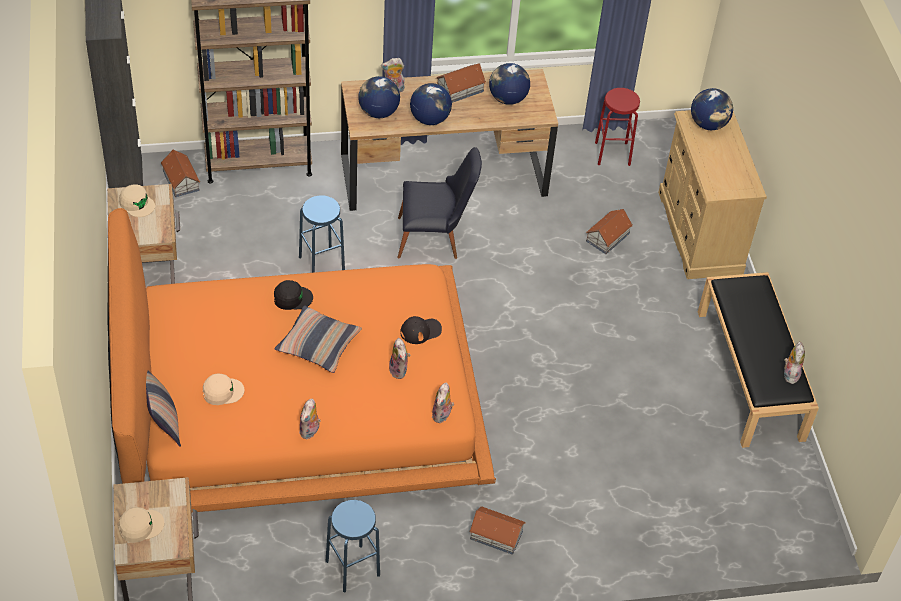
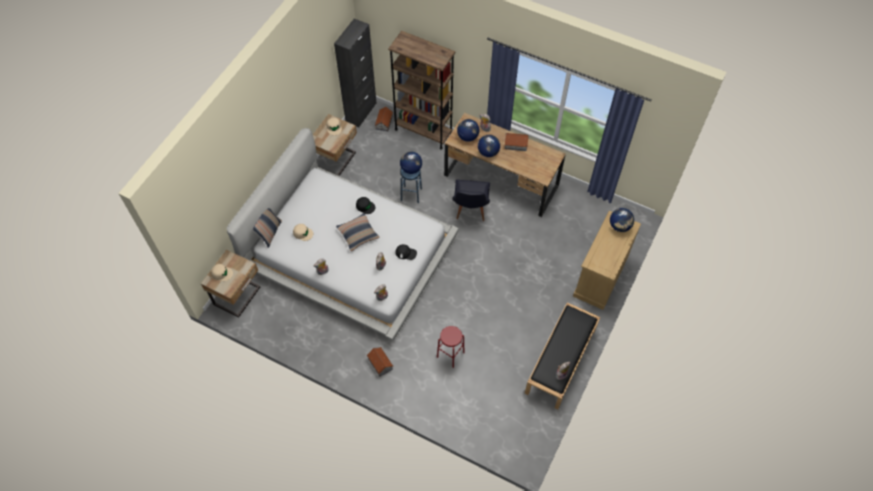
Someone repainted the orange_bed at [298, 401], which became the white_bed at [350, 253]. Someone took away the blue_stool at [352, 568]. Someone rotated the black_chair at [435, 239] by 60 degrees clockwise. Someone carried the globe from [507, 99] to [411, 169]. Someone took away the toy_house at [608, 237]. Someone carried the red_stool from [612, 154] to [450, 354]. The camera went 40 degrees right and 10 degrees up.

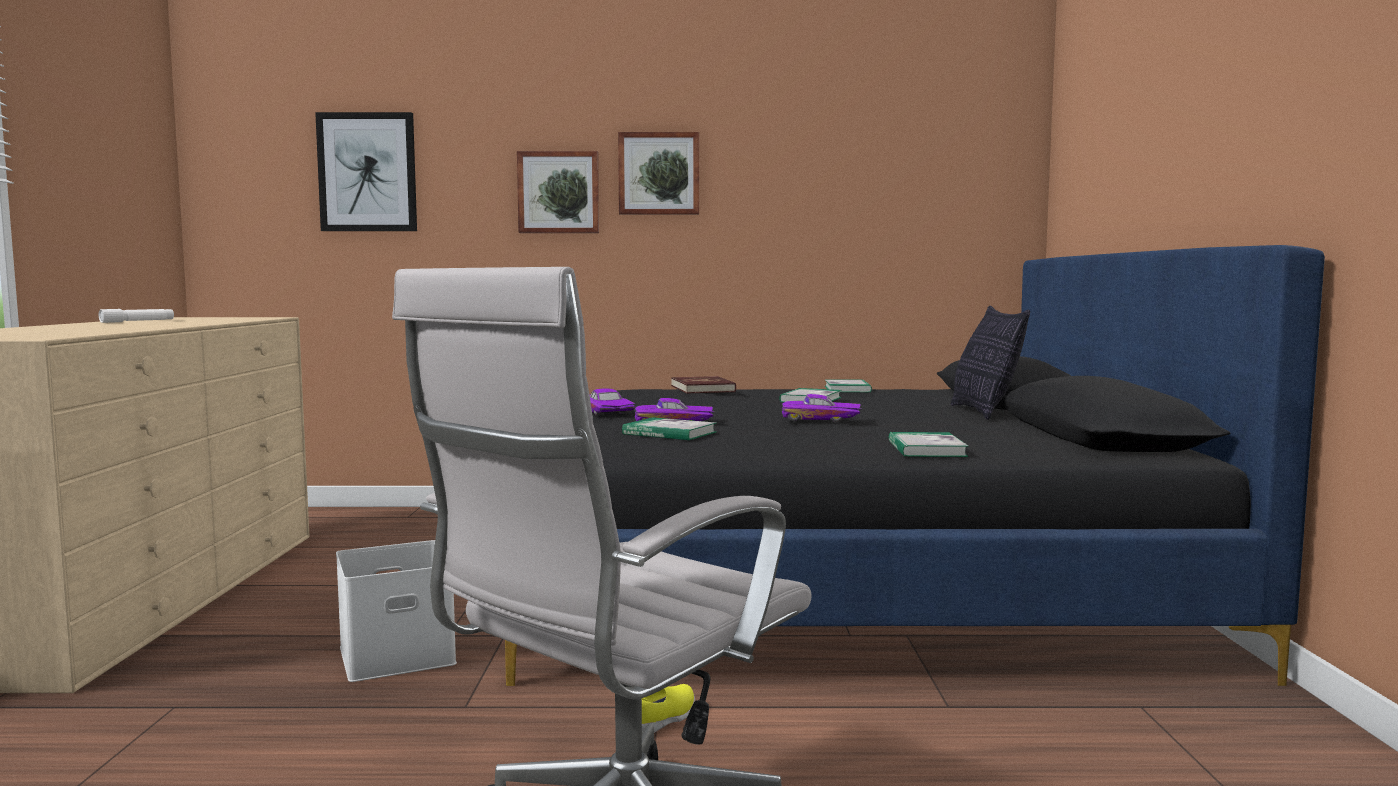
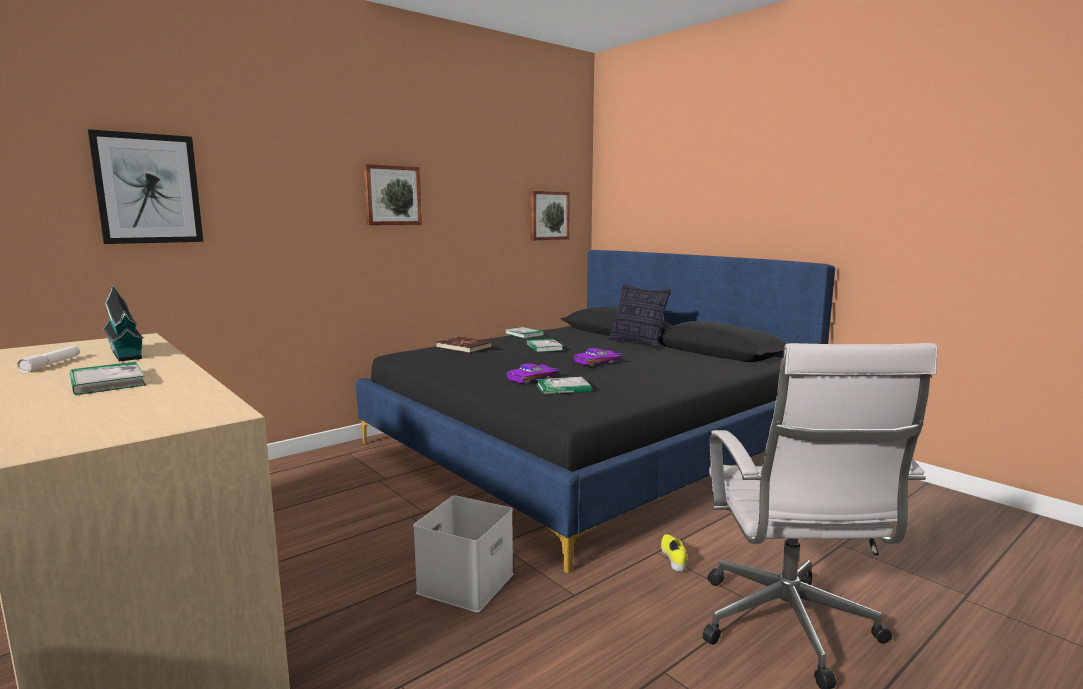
Someone carried the picture from [559, 192] to [548, 215]. Someone took away the purple_toy_car at [604, 412]. Someone carried the book from [926, 449] to [107, 382]. Someone put down the toy_house at [126, 354]. The camera went 40 degrees left and 5 degrees up.

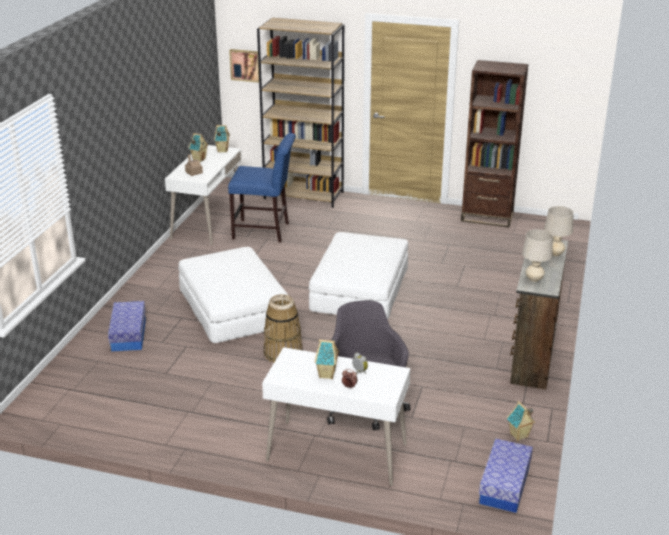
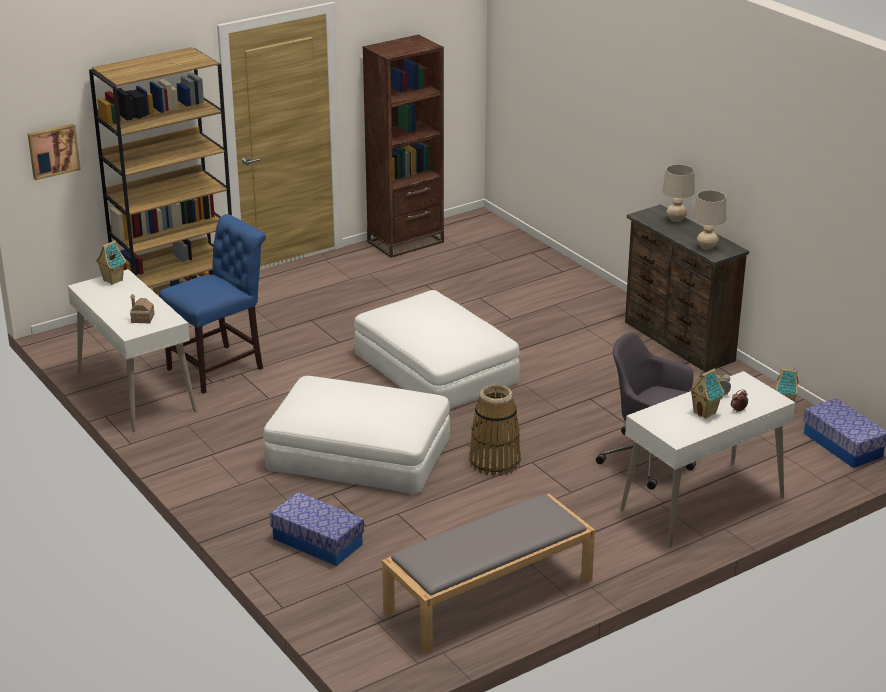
Someone took away the toy_house at [199, 159]. Someone put down the grey_bench at [488, 597]. The camera went 50 degrees left and 0 degrees up.

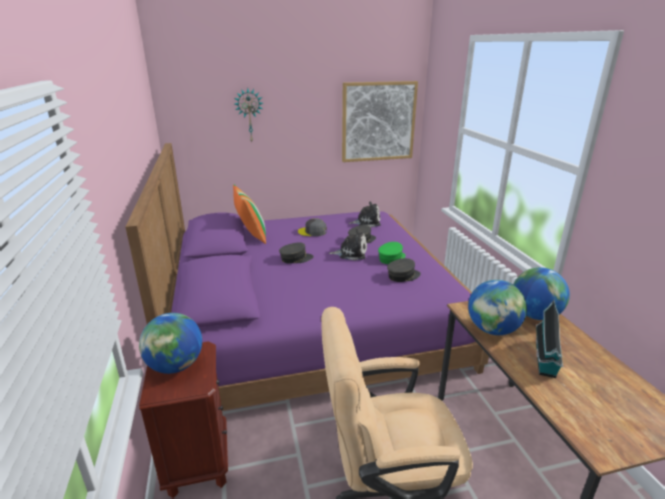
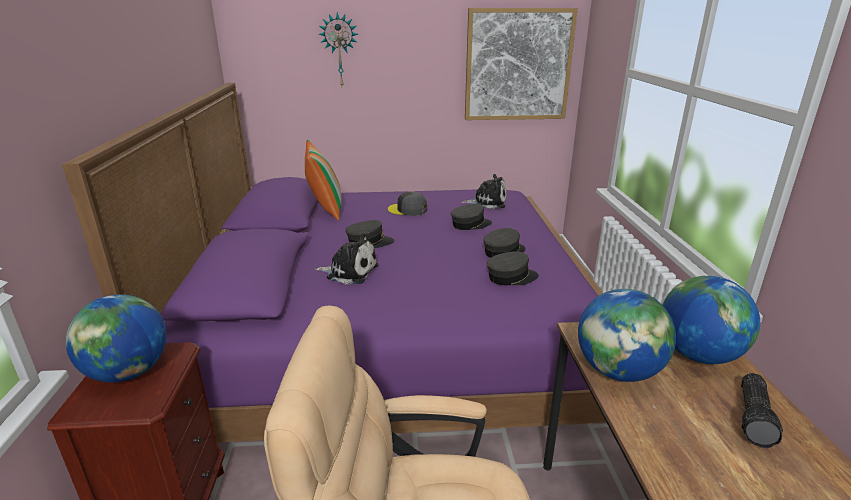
Someone carried the plush_toy from [351, 253] to [349, 272]. Someone repainted the green_cap at [391, 258], which became the grey_cap at [503, 252]. Someone took away the toy_house at [545, 359]. Someone put down the flashlight at [756, 418]. The camera went 10 degrees right and 0 degrees up.

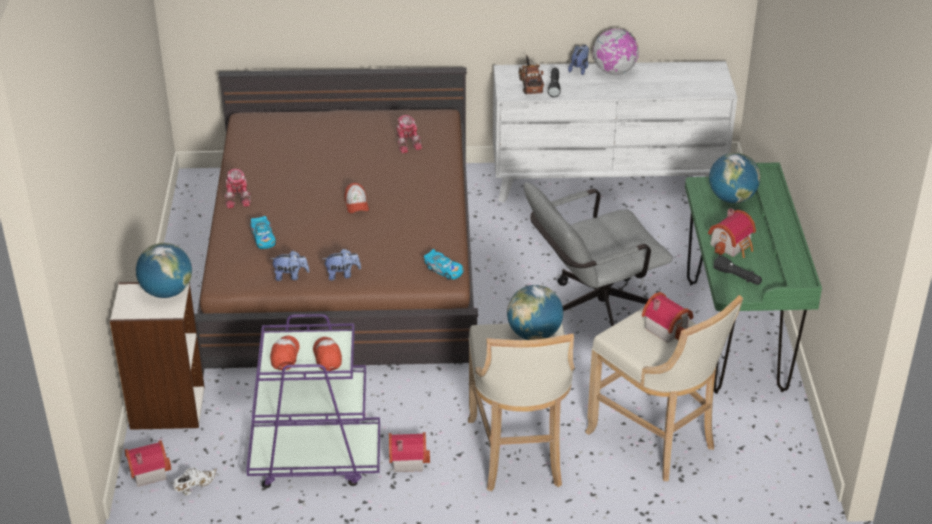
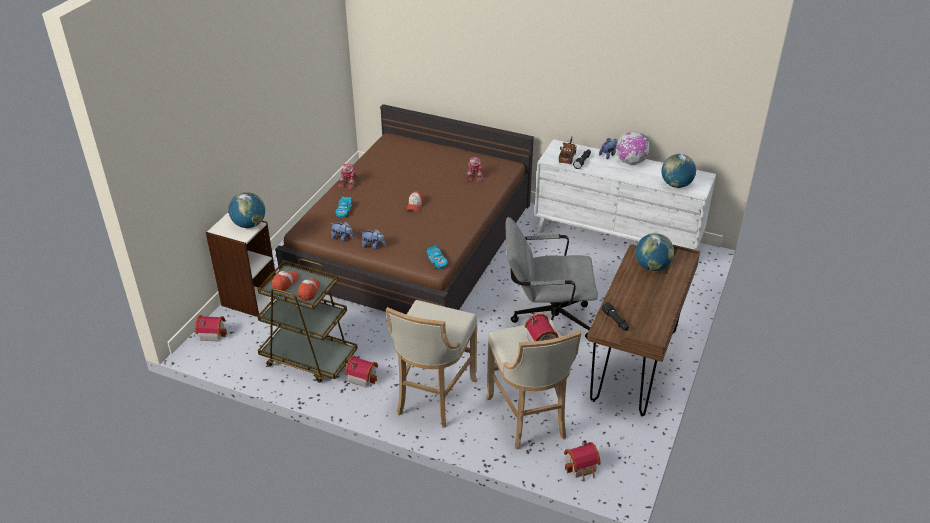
Someone took away the white_shoe at [194, 487]. Someone repainted the purple_cart at [315, 459], which became the brown_cart at [308, 358]. Someone carried the globe from [534, 334] to [676, 185]. Someone repainted the green_desk at [735, 335], which became the brown_desk at [635, 366]. Someone carried the toy_house from [732, 245] to [582, 467]. The camera went 25 degrees right and 0 degrees up.

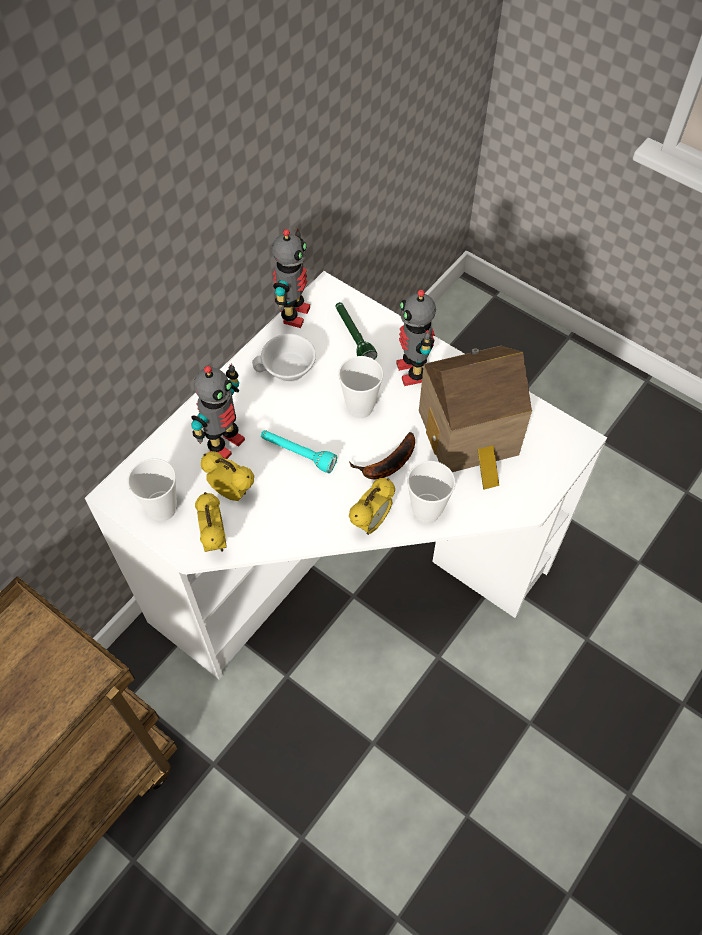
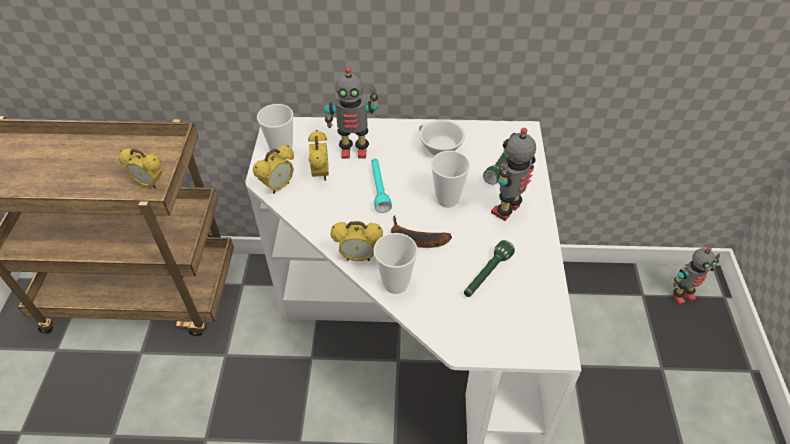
Someone carried the toy_robot from [294, 314] to [682, 295]. Someone swapped the toy_house at [470, 437] for the green_flashlight at [486, 275]. Someone put down the alarm_clock at [149, 183]. The camera went 55 degrees right and 10 degrees down.

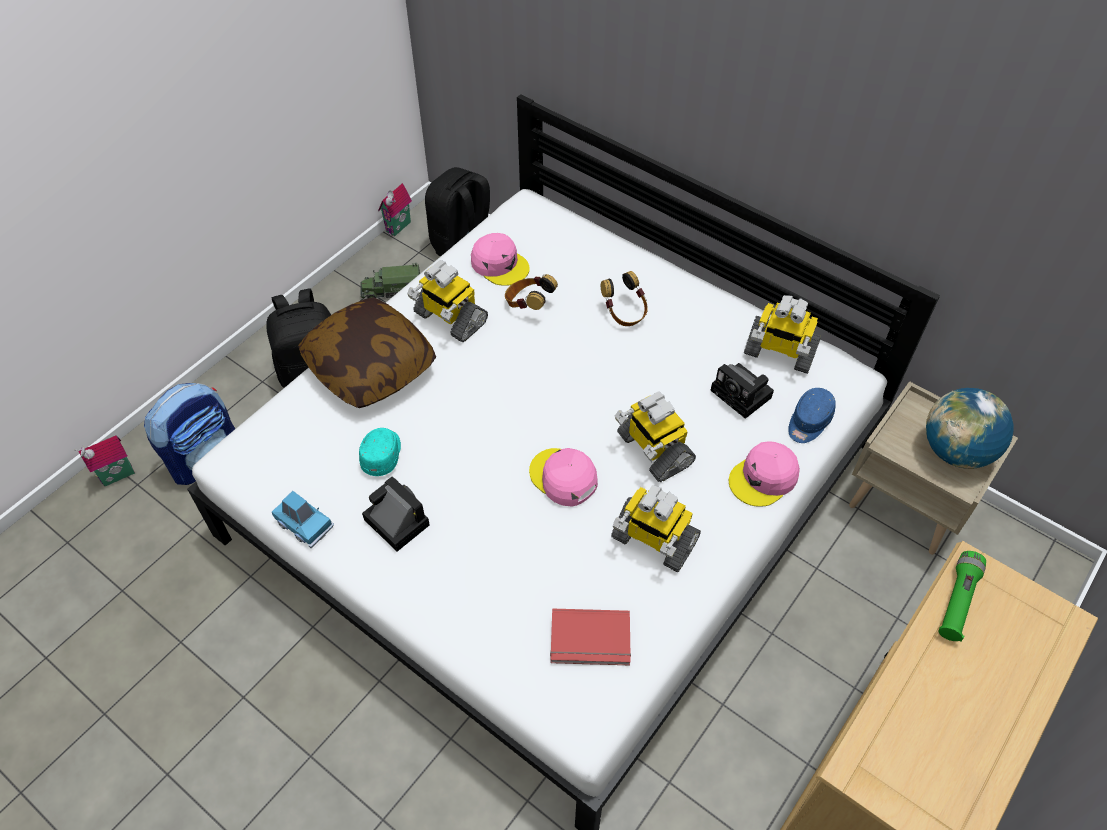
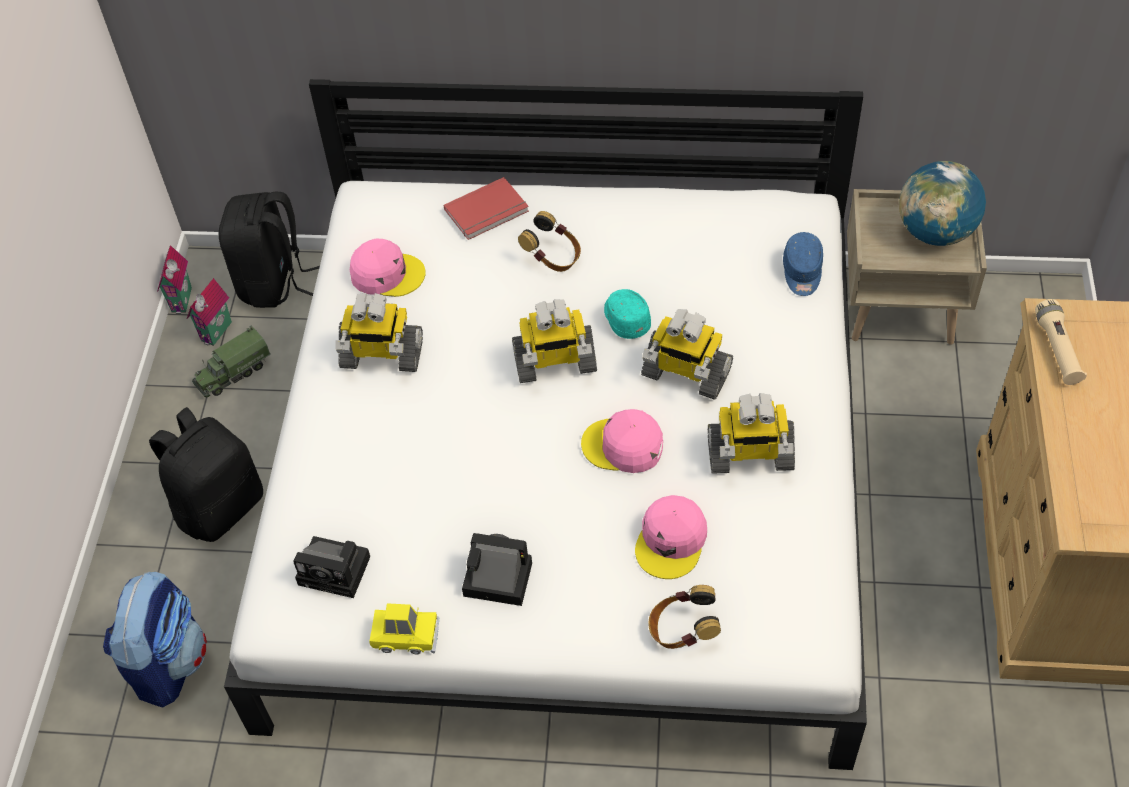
Someone carried the toy_house from [118, 477] to [218, 332]. Someone repainted the blue_toy_car at [304, 524], which became the yellow_toy_car at [406, 635]. Someone took away the pillow at [370, 366]. Someone carried the turquoise_cap from [382, 455] to [625, 318]. Someone carried the headphones from [528, 304] to [682, 630]. Someone carried the red_book from [590, 640] to [488, 212]. Someone carried the photo_camera from [743, 395] to [337, 571]. Someone carried the pink_cap from [764, 478] to [671, 541]. Someone carried the toy_robot from [779, 352] to [554, 363]. Someone repainted the green_flashlight at [957, 601], which became the beige_flashlight at [1057, 350]. The camera went 30 degrees left and 0 degrees up.

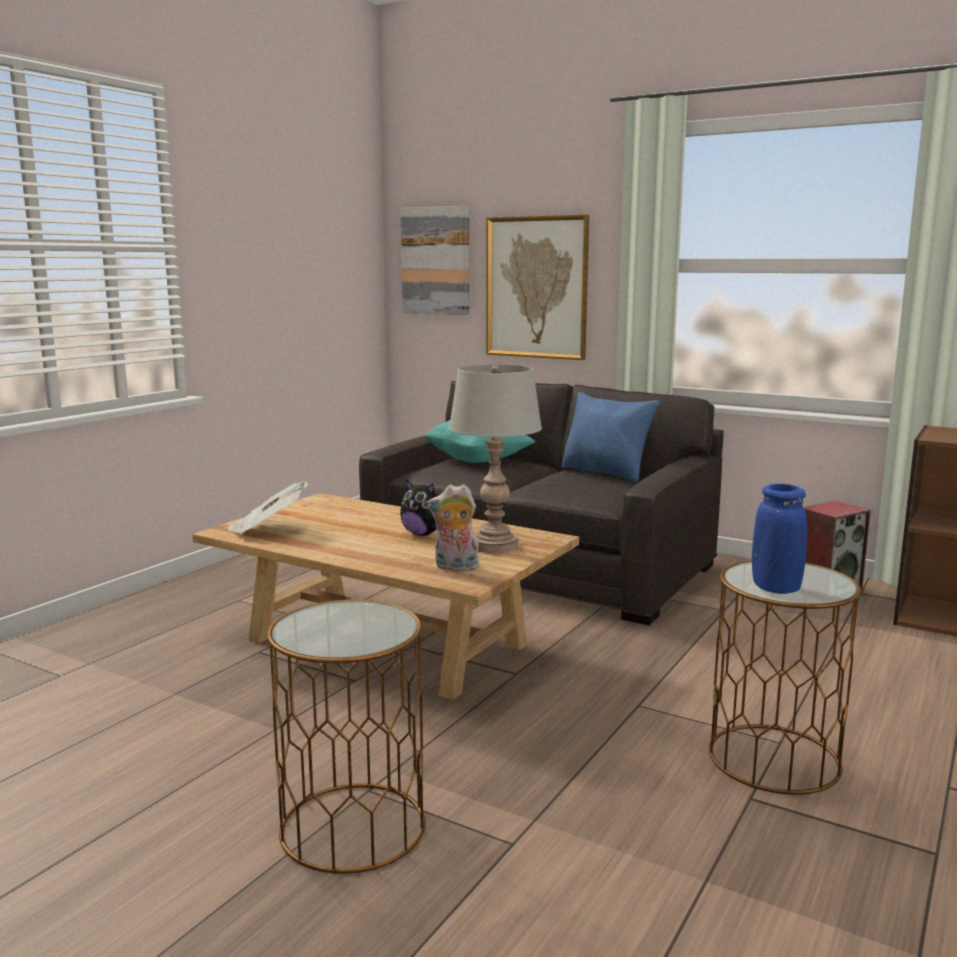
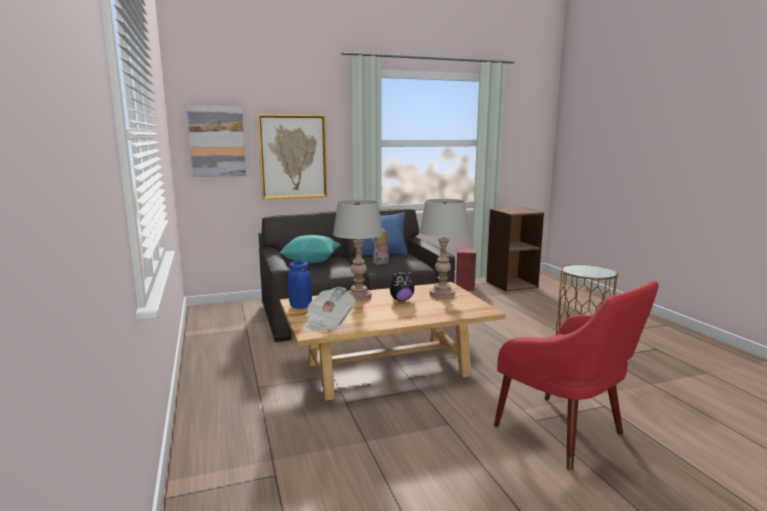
Someone swapped the brown_side_table at [352, 827] for the red_armchair at [565, 434]. Someone carried the plush_toy from [455, 568] to [381, 263]. Someone carried the blue_vase from [775, 589] to [300, 307]. Someone put down the grey_table_lamp at [358, 297]. The camera went 50 degrees left and 0 degrees up.

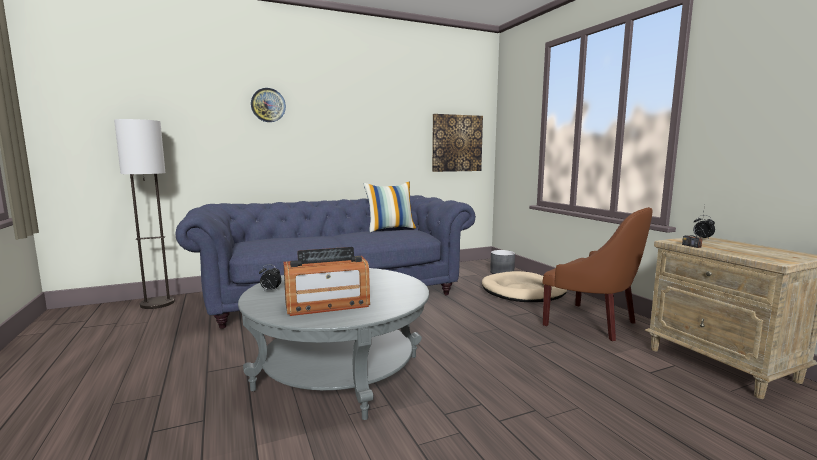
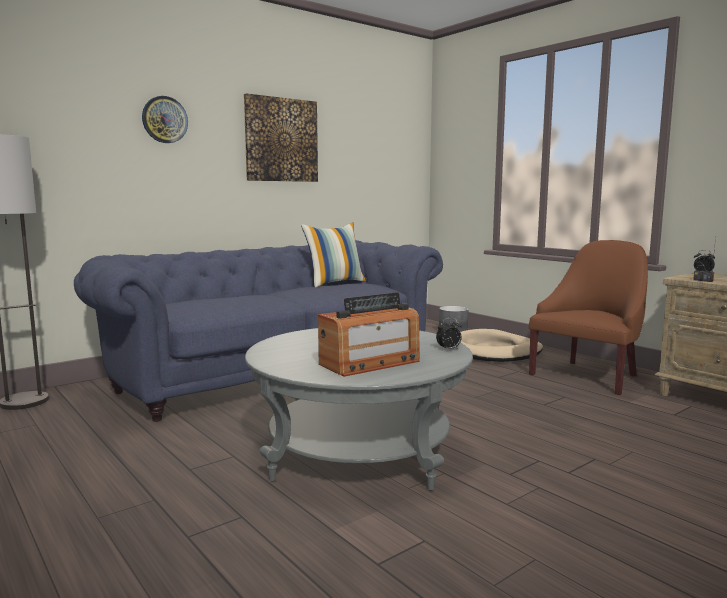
Someone carried the alarm_clock from [270, 290] to [449, 349]. Someone carried the picture from [457, 143] to [281, 140]. Someone rotated the brown_armchair at [592, 323] by 75 degrees counterclockwise. The camera went 15 degrees left and 0 degrees up.

